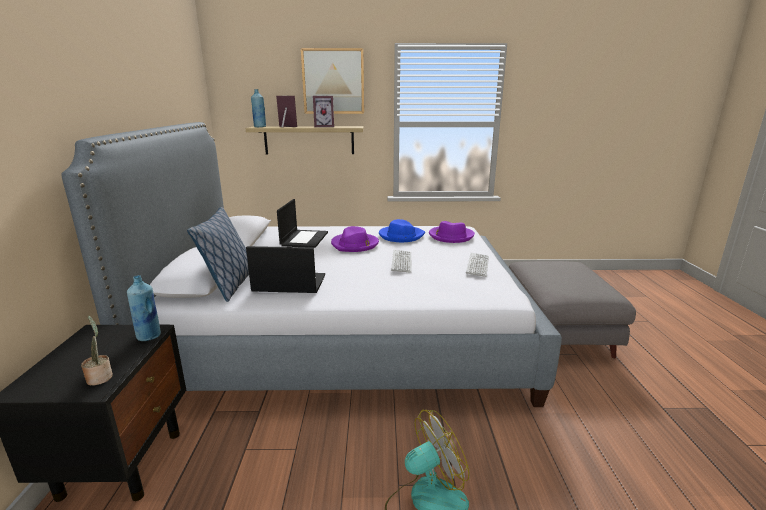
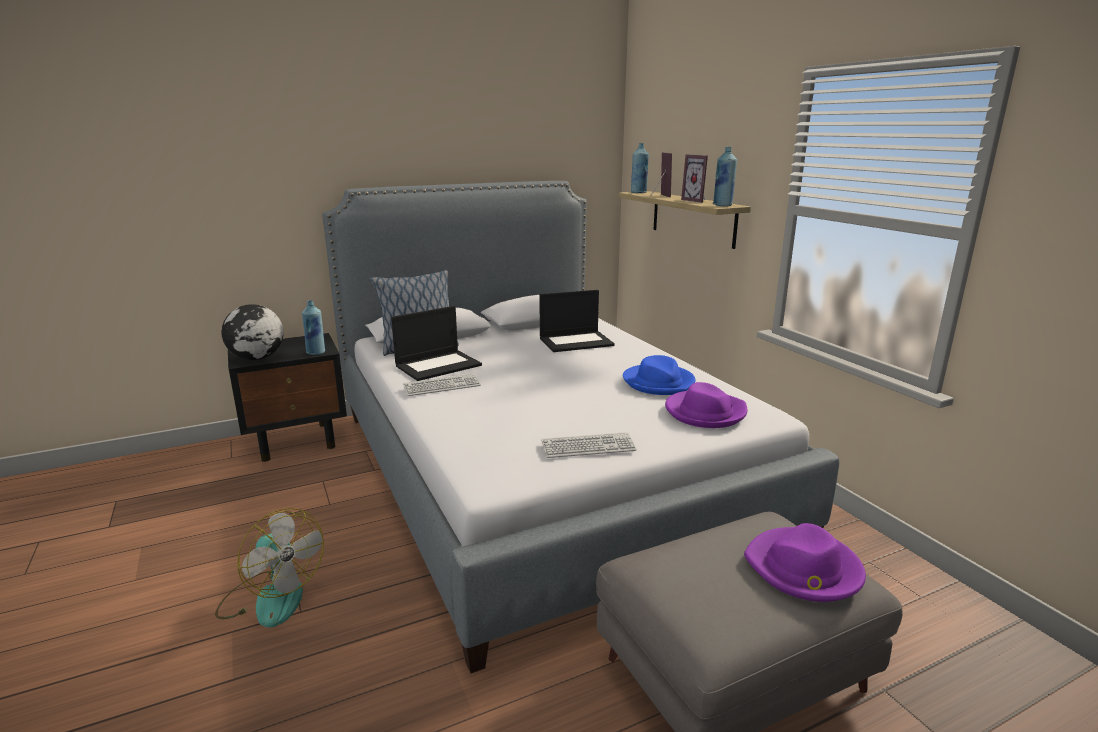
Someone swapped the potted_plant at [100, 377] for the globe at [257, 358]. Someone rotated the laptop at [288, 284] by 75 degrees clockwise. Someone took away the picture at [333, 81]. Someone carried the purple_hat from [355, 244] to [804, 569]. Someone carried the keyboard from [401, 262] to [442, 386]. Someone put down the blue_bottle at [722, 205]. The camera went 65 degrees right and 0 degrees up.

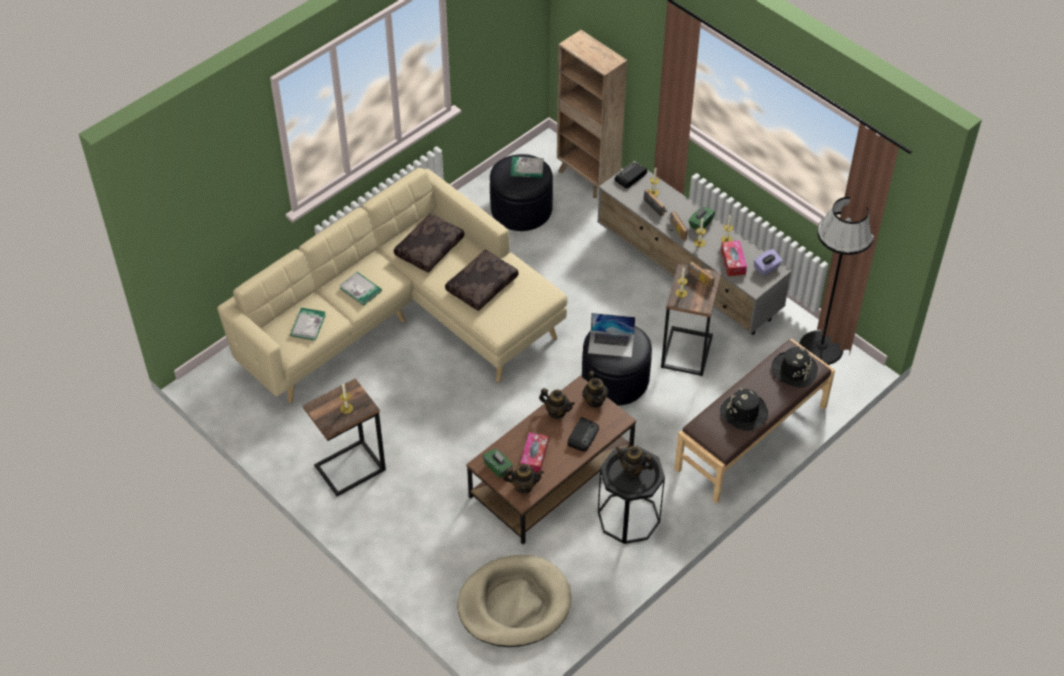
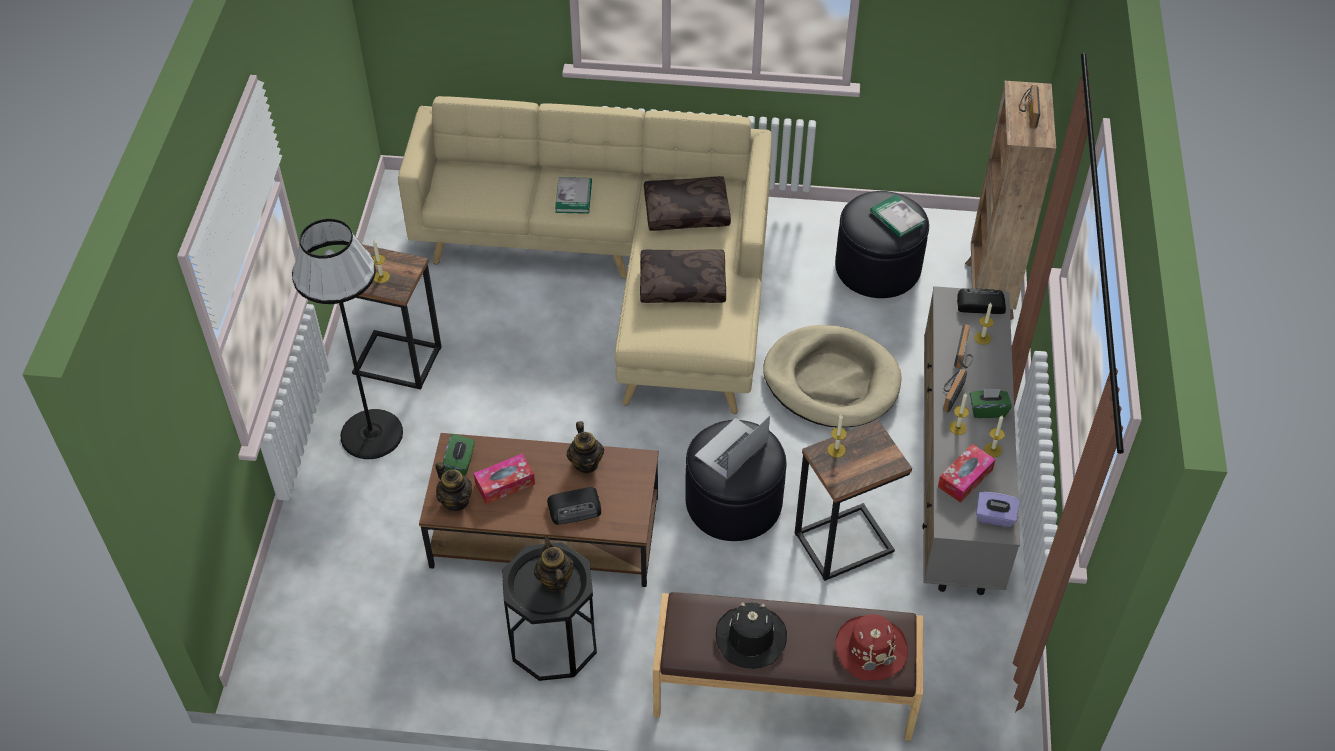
Someone took away the book at [308, 325]. Someone carried the beige_dog_bed from [514, 604] to [831, 380]. Someone took away the teapot at [595, 400]. Someone rotated the laptop at [611, 343] by 75 degrees clockwise. Someone carried the radio from [697, 280] to [1027, 112]. Someone repainted the black_hat at [794, 370], which became the red_hat at [870, 649]. Someone carried the black_floor_lamp from [821, 347] to [372, 434]. The camera went 50 degrees right and 0 degrees up.

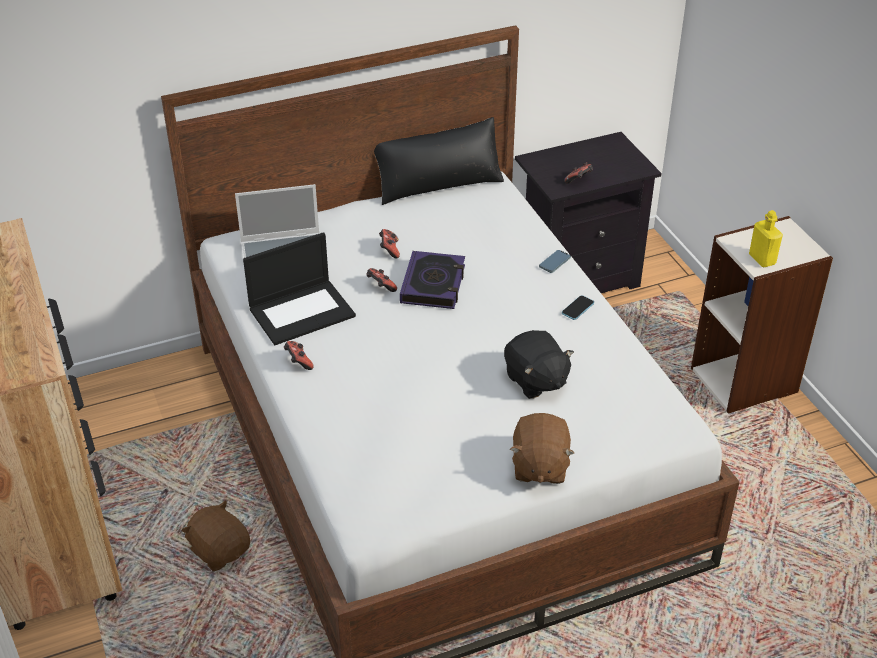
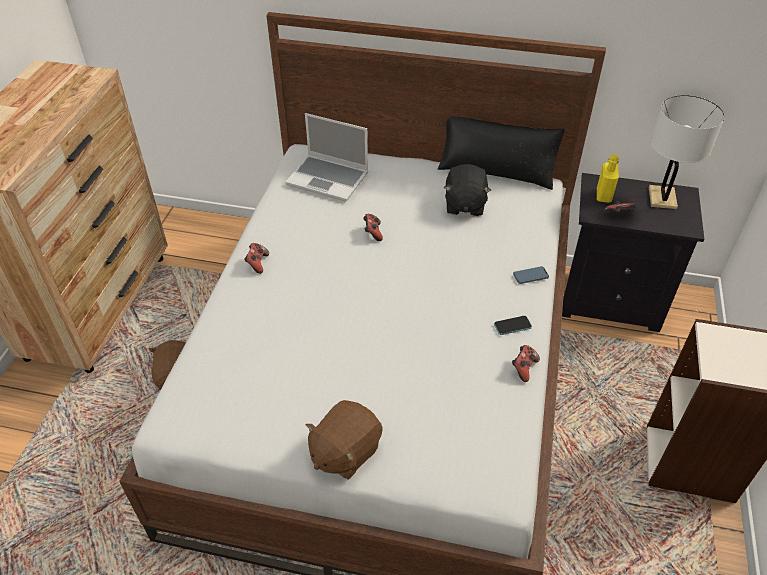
Someone took away the laptop at [302, 311]. Someone carried the game_controller from [389, 250] to [523, 368]. Someone took away the book at [433, 285]. Someone carried the black_plush_toy from [535, 380] to [464, 204]. Someone carried the yellow_bottle from [762, 259] to [603, 196]. Someone put down the white_table_lamp at [662, 198]. The camera went 35 degrees right and 5 degrees up.

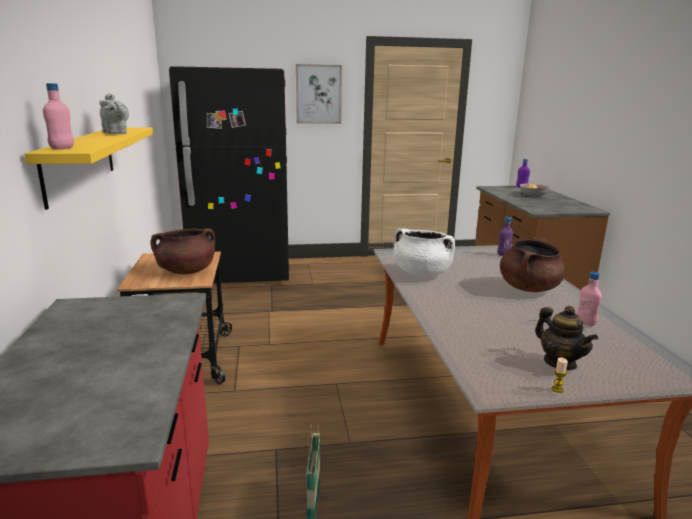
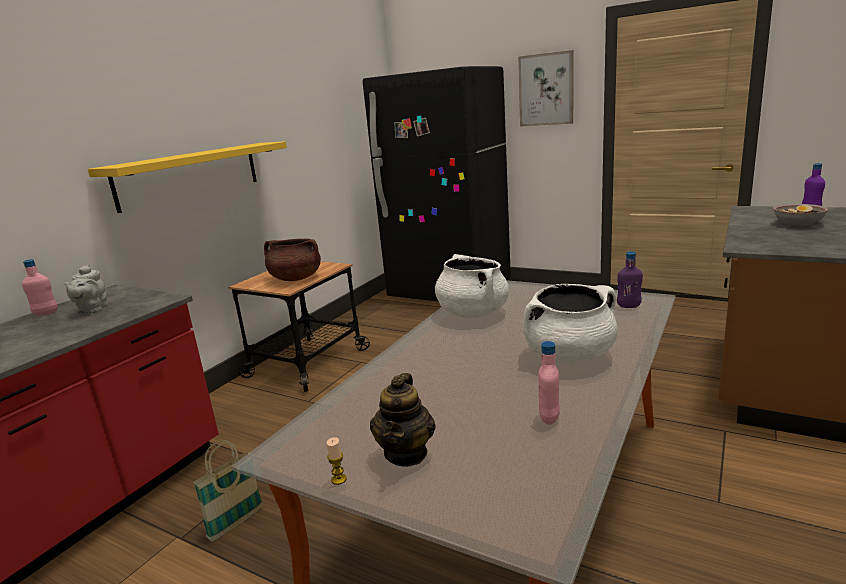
Someone carried the pink_bottle from [62, 148] to [46, 313]. Someone carried the grey_teapot from [115, 133] to [92, 310]. Someone repainted the brown_cooking_pot at [528, 288], which became the white_cooking_pot at [569, 355]. The camera went 40 degrees right and 0 degrees up.

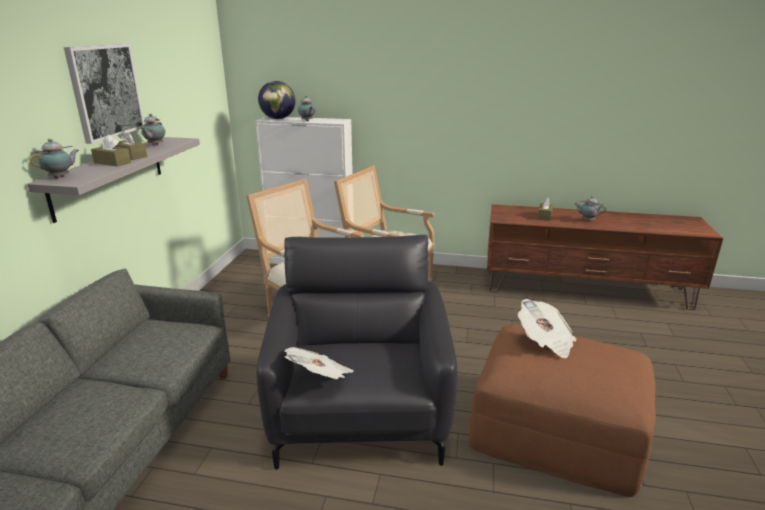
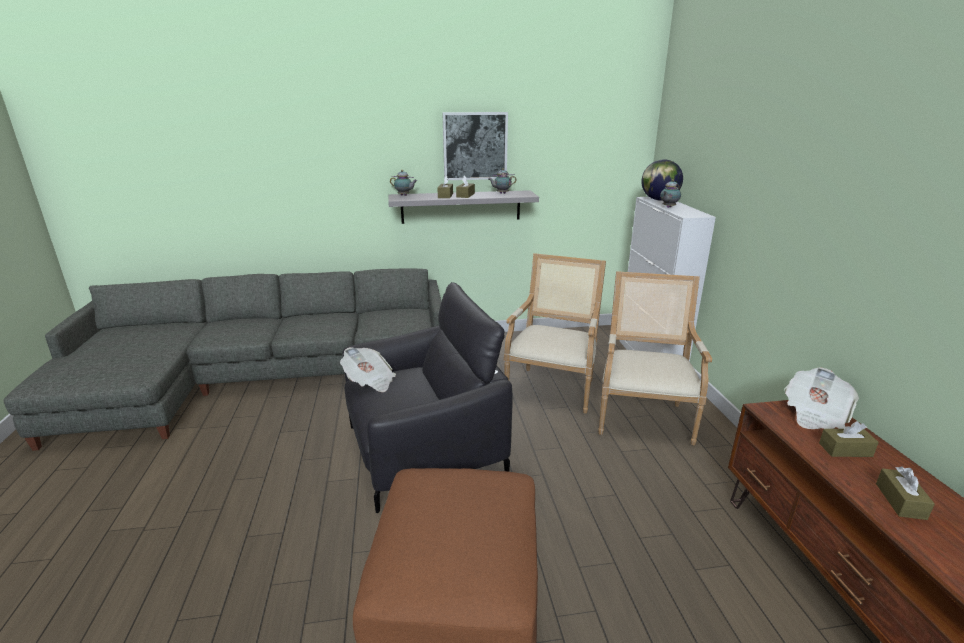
Someone carried the newspaper from [545, 341] to [814, 414]. Someone swapped the teapot at [587, 220] for the brown_tissue_box at [900, 501]. The camera went 70 degrees right and 0 degrees up.

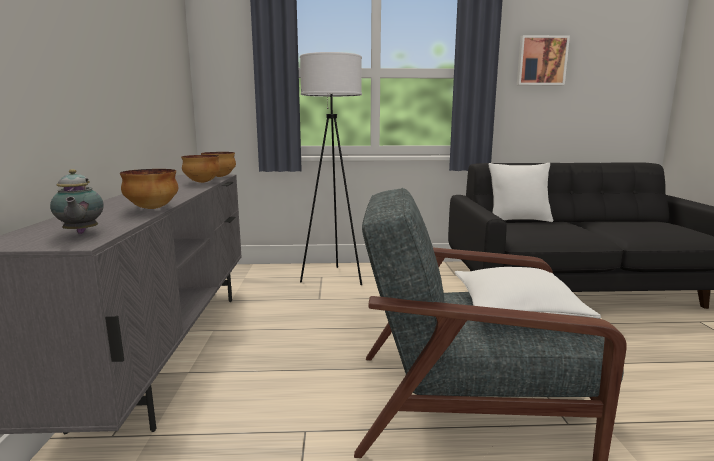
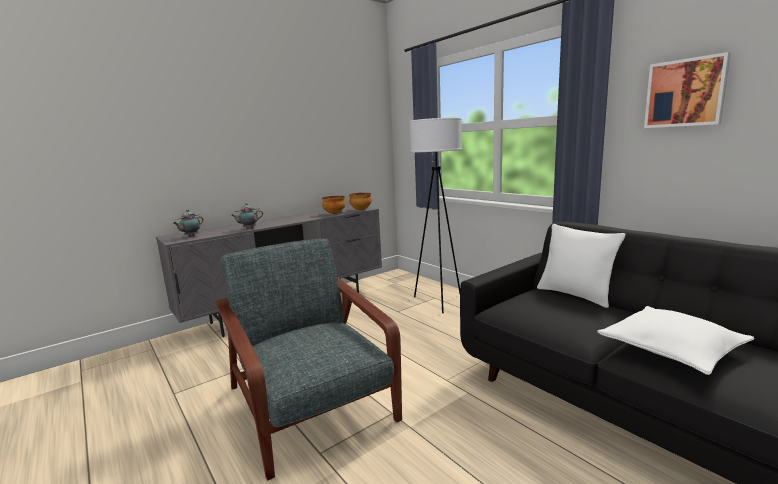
Someone swapped the bowl at [152, 208] for the teapot at [248, 228]. Someone carried the white_pillow from [517, 308] to [671, 349]. The camera went 55 degrees right and 0 degrees up.

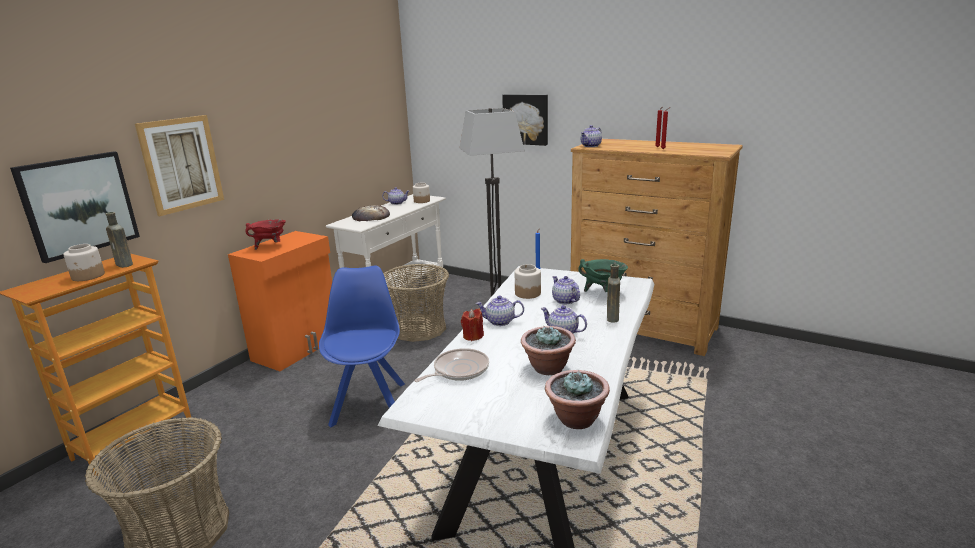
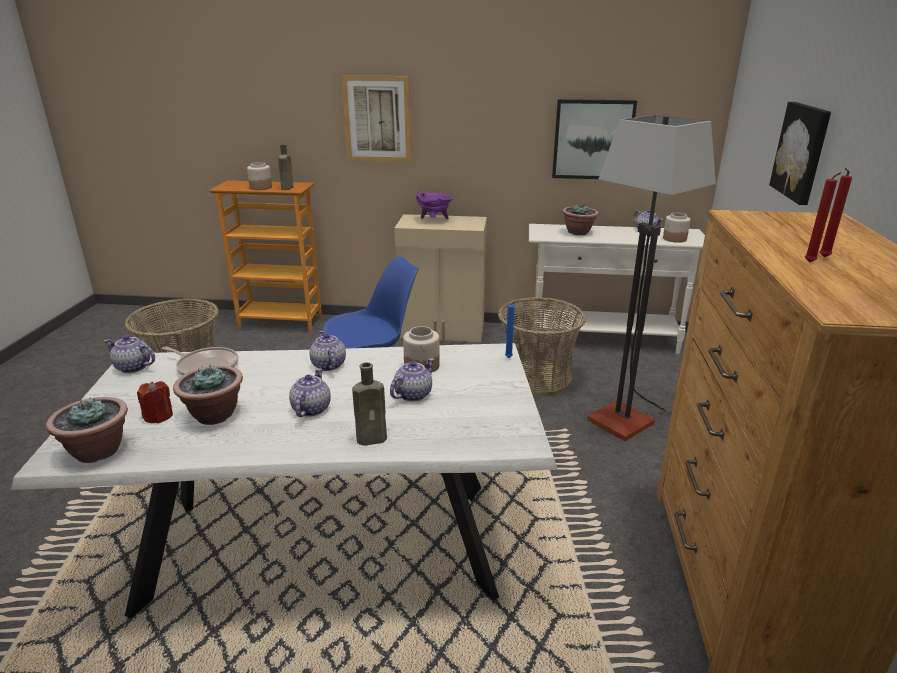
Someone carried the picture from [78, 205] to [592, 139]. Someone repainted the orange_cabinet at [298, 348], which became the beige_cabinet at [443, 331]. Someone repainted the red_cooking_pot at [270, 246], which became the purple_cooking_pot at [434, 220]. Someone swapped the bread at [370, 217] for the potted_plant at [578, 232]. Someone carried the red_candle from [473, 336] to [158, 416]. Someone took away the green_cooking_pot at [603, 293]. Someone carried the teapot from [591, 146] to [132, 367]. The camera went 65 degrees right and 5 degrees up.

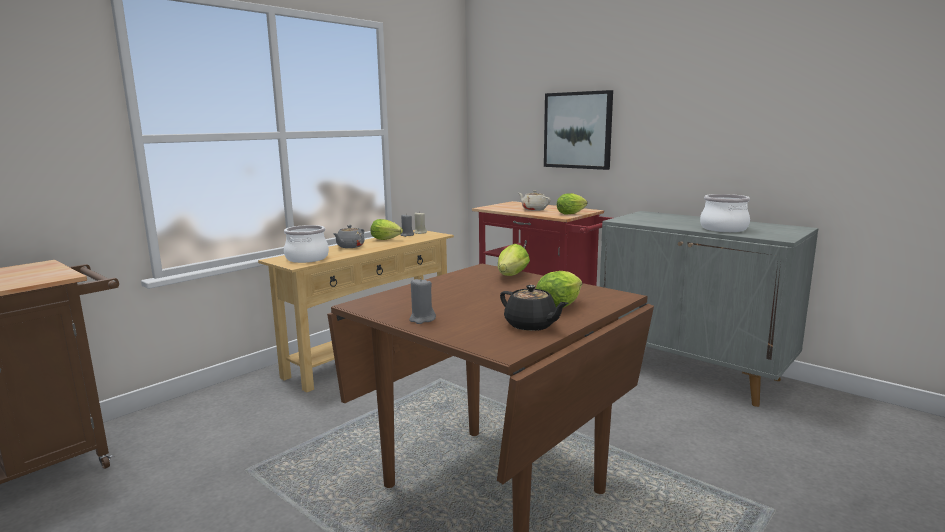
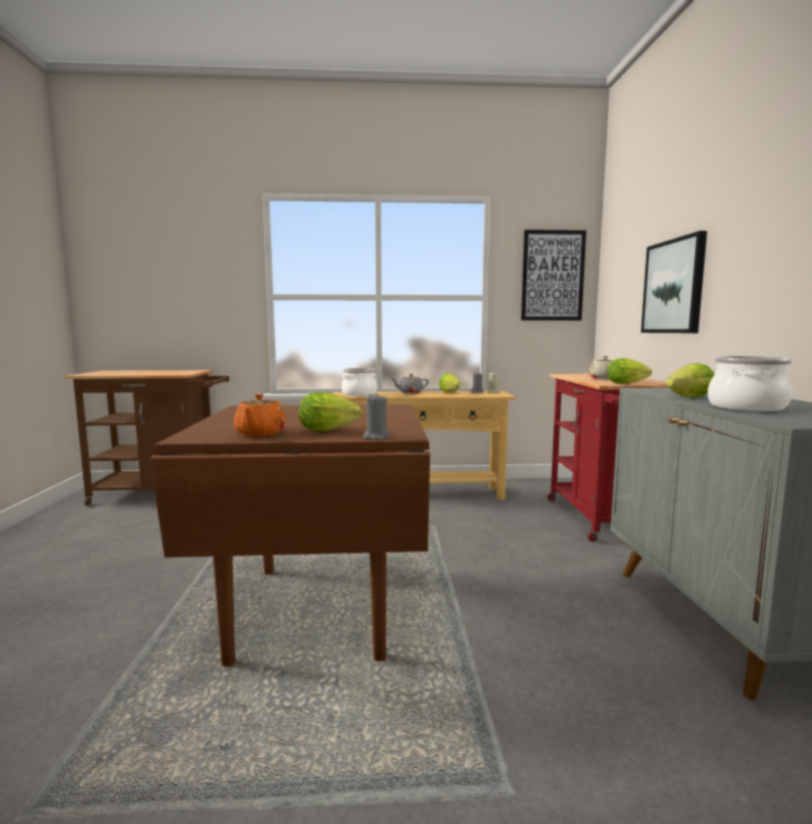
Someone carried the grey_candle from [422, 319] to [376, 437]. Someone carried the lettuce from [511, 277] to [687, 397]. Someone repainted the black_teapot at [531, 325], which became the orange_teapot at [260, 433]. Someone put up the picture at [552, 276]. The camera went 45 degrees right and 5 degrees down.

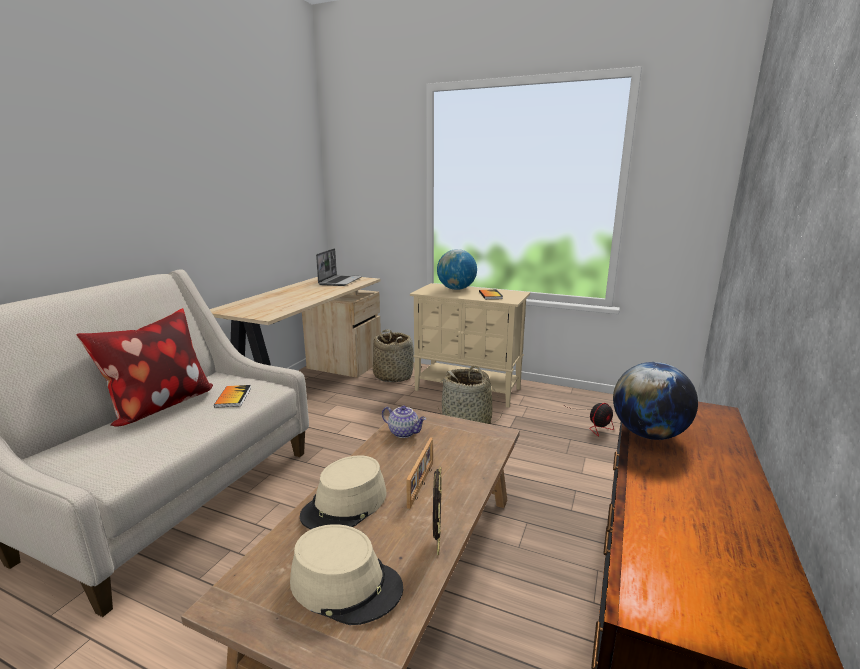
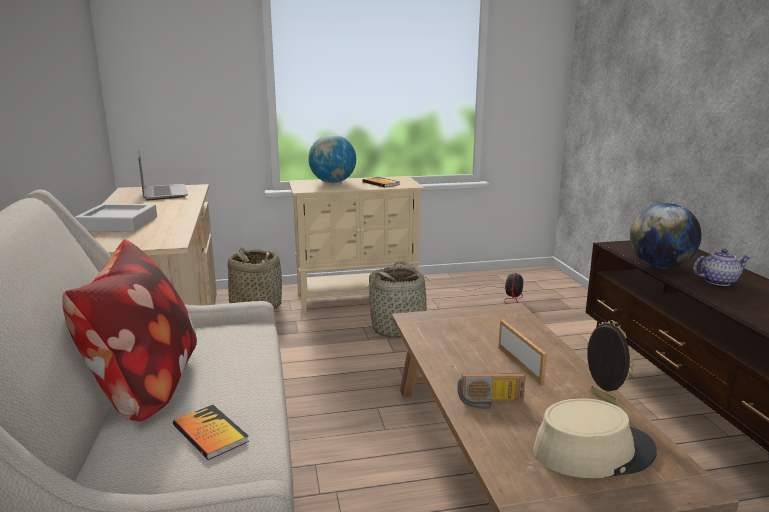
Someone carried the book from [233, 397] to [210, 433]. Someone swapped the beige_hat at [345, 504] for the radio at [490, 402]. Someone carried the teapot from [404, 432] to [718, 281]. Someone put down the grey_tray at [118, 224]. The camera went 35 degrees left and 0 degrees up.

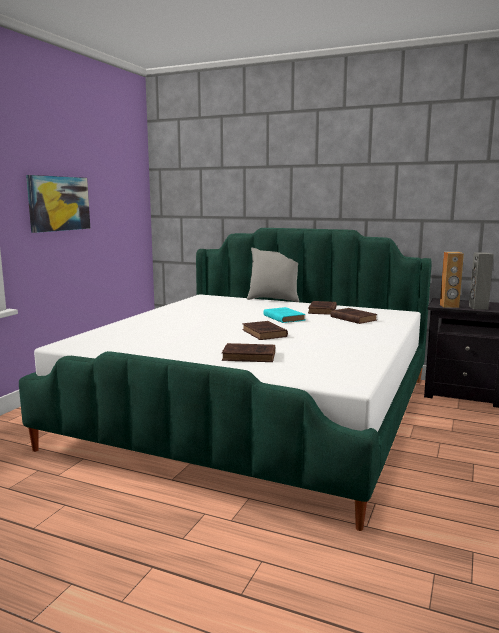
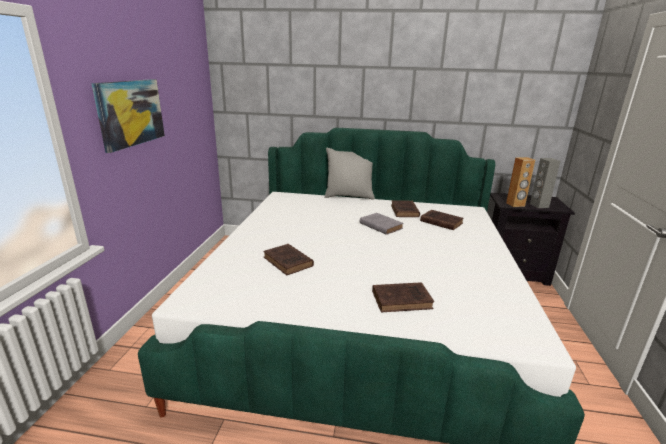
Someone carried the brown_book from [265, 334] to [288, 262]. Someone repainted the turquoise_book at [283, 317], which became the grey_book at [380, 225]. The camera went 15 degrees left and 10 degrees up.

